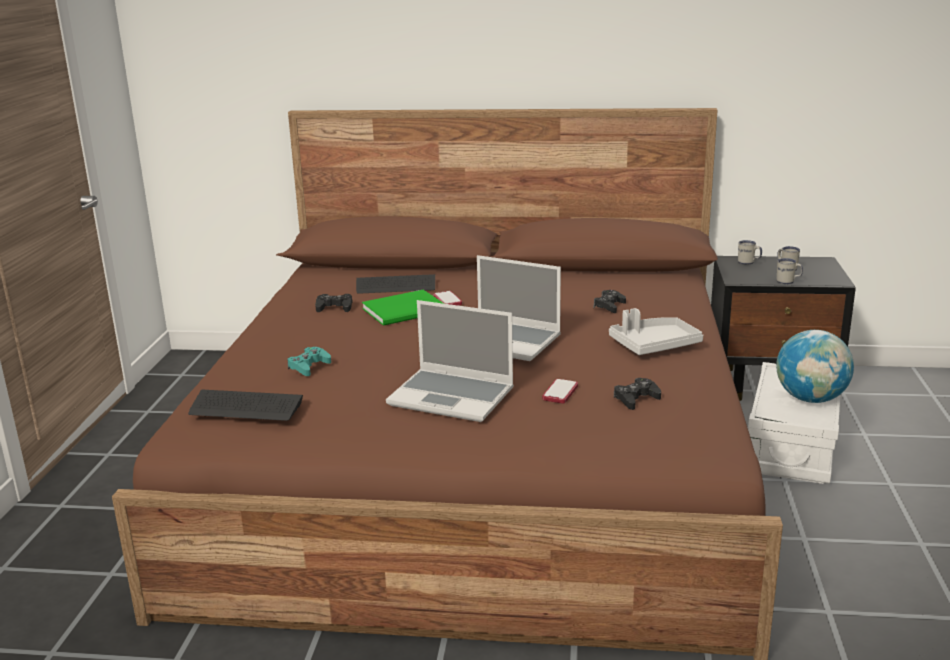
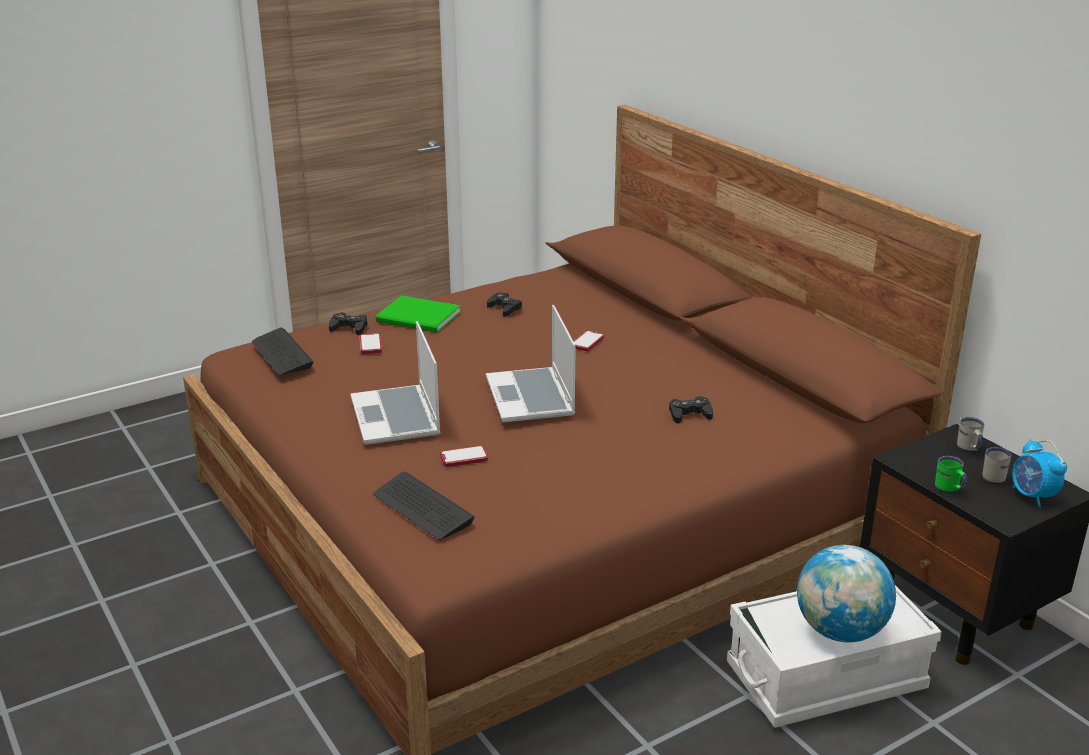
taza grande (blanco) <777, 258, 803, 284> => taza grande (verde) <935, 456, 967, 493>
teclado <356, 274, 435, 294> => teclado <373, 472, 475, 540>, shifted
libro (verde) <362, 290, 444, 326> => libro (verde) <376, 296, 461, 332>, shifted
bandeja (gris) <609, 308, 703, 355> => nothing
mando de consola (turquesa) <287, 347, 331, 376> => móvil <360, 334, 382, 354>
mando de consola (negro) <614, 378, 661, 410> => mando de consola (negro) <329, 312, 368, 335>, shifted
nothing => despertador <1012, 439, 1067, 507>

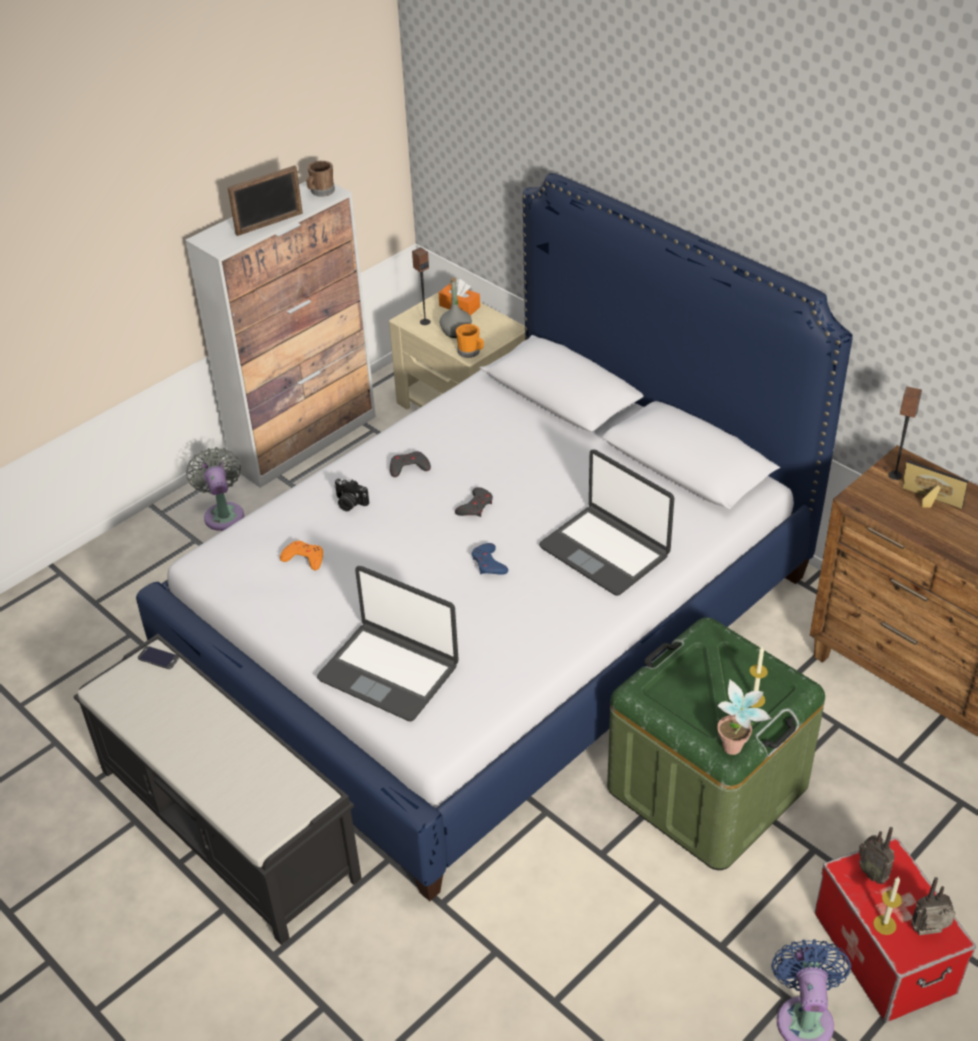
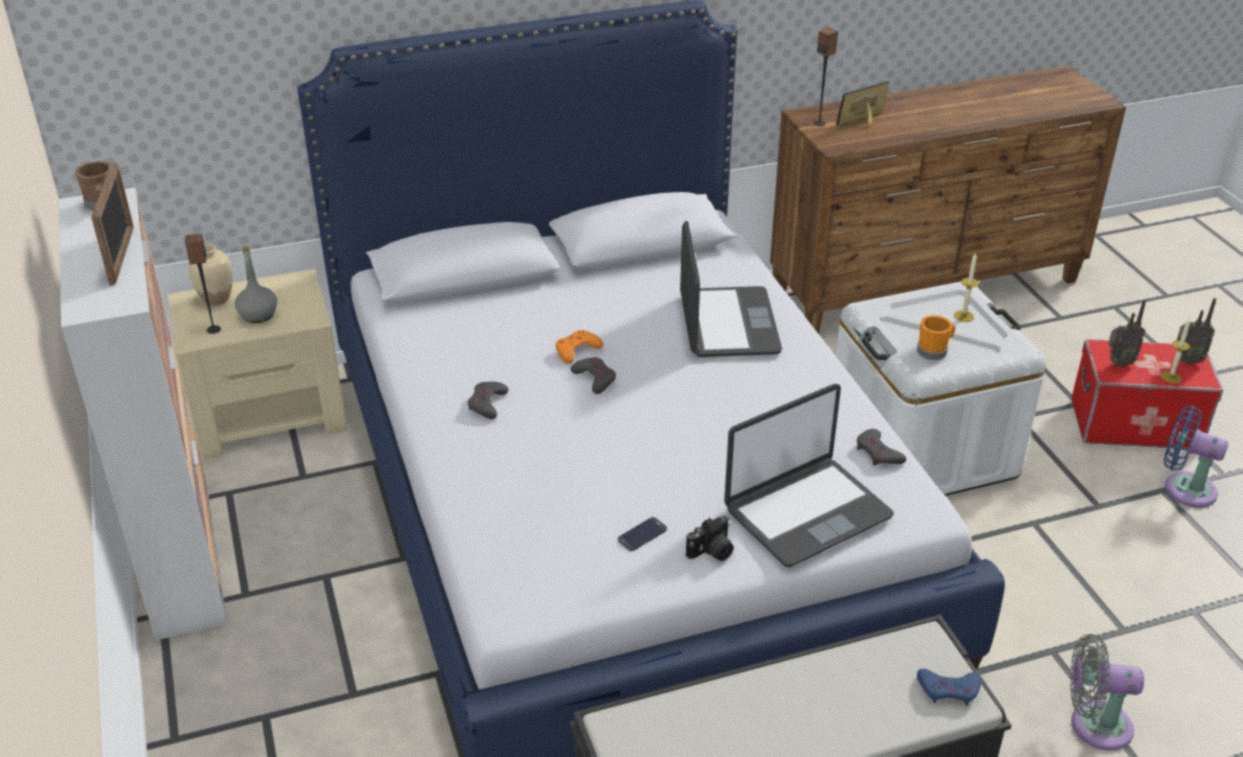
caja de pañuelos (naranja) <439, 279, 480, 316> => florero (beis) <188, 244, 233, 306>
taza grande (naranja) <456, 324, 484, 358> => taza grande (naranja) <917, 315, 956, 360>, shifted
ventilador (gris) <186, 447, 244, 531> => ventilador (gris) <1070, 634, 1144, 751>, shifted
portátil <539, 449, 674, 596> => portátil <680, 221, 782, 357>, 75 degrees counterclockwise
cámara <334, 479, 369, 511> => cámara <686, 516, 734, 561>, shifted
mando de consola (naranja) <280, 541, 323, 570> => mando de consola (naranja) <555, 330, 603, 364>, shifted
mando de consola (azul) <472, 543, 508, 575> => mando de consola (azul) <917, 669, 981, 706>, shifted
caja de almacenaje (verde) <607, 617, 825, 870> => caja de almacenaje (blanco) <836, 282, 1047, 496>
móvil <138, 646, 179, 669> => móvil <618, 517, 667, 551>, shifted
planta en maceta <717, 680, 772, 755> => nothing
radio <911, 877, 956, 935> => radio <1177, 298, 1216, 365>, 105 degrees counterclockwise
nothing => mando de consola (gris) <857, 429, 906, 465>

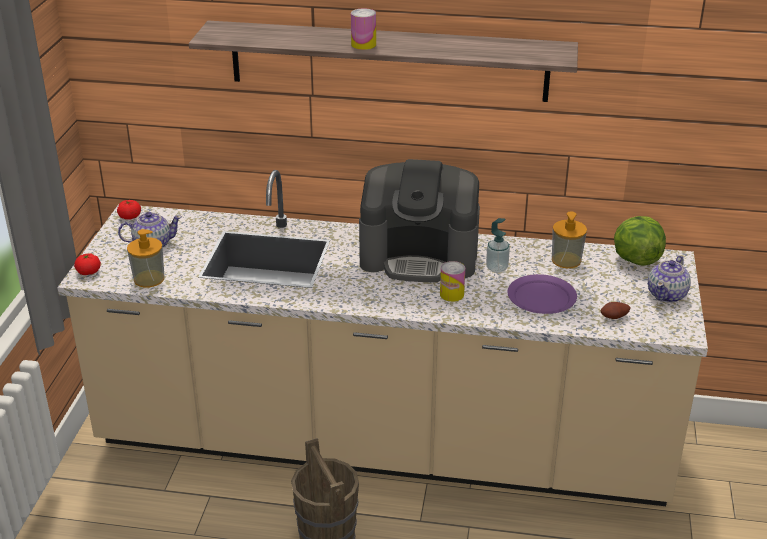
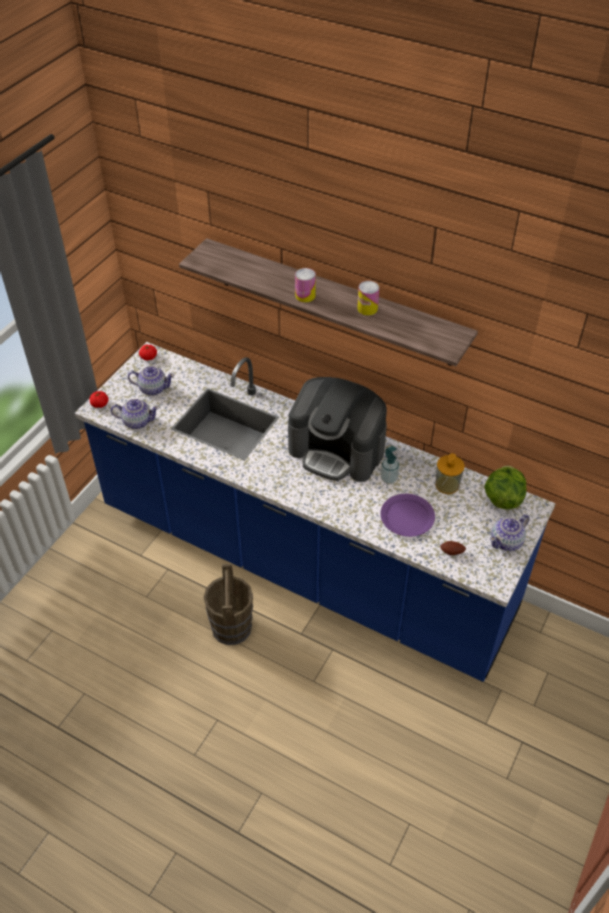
mueble bajo de cocina (beis) <57, 170, 708, 506> => mueble bajo de cocina (azul) <74, 342, 556, 682>
dispensador de jabón <127, 229, 164, 288> => tetera <111, 399, 159, 429>
lata <440, 261, 465, 302> => lata <357, 281, 379, 316>, shifted

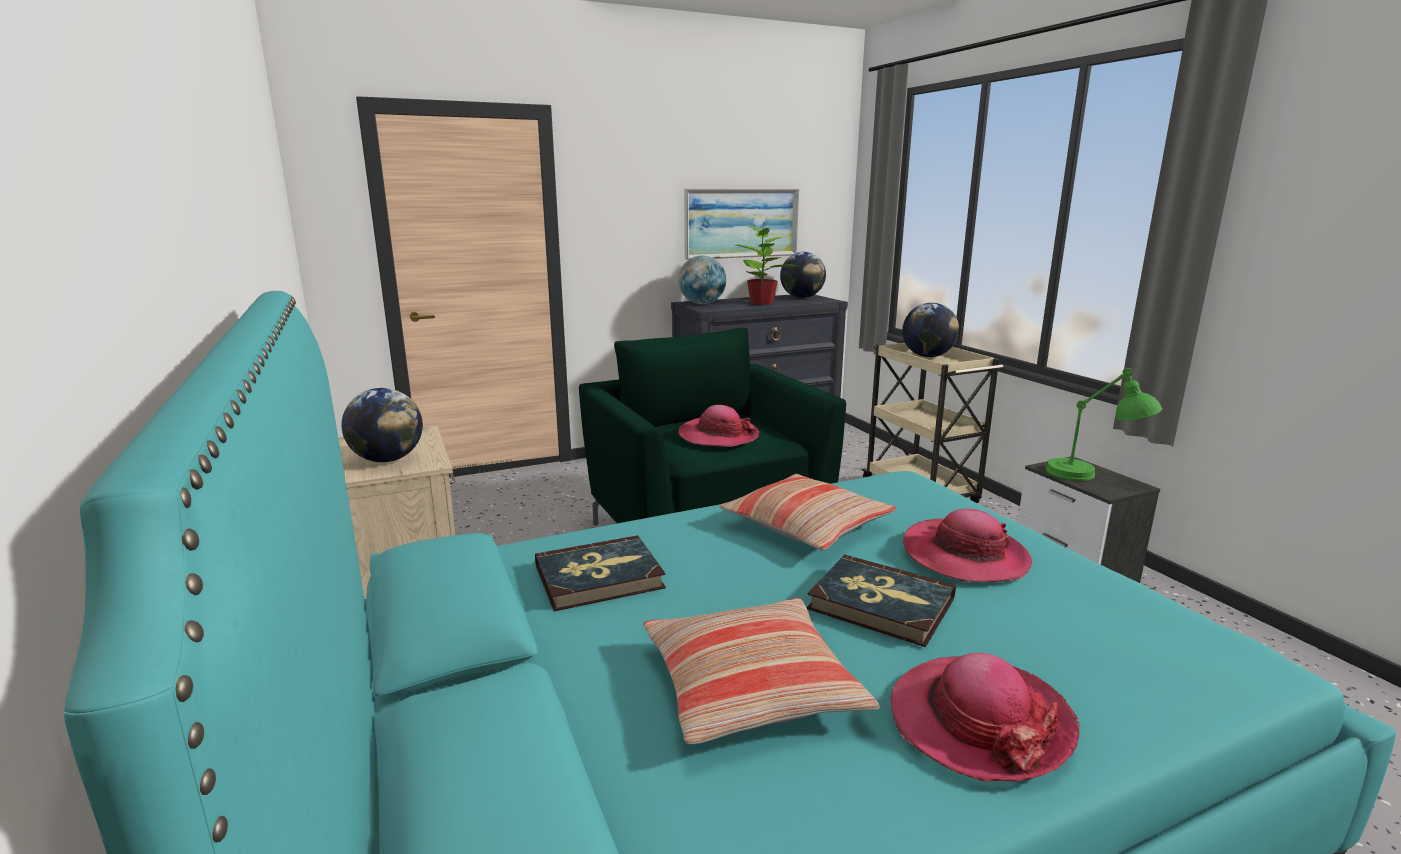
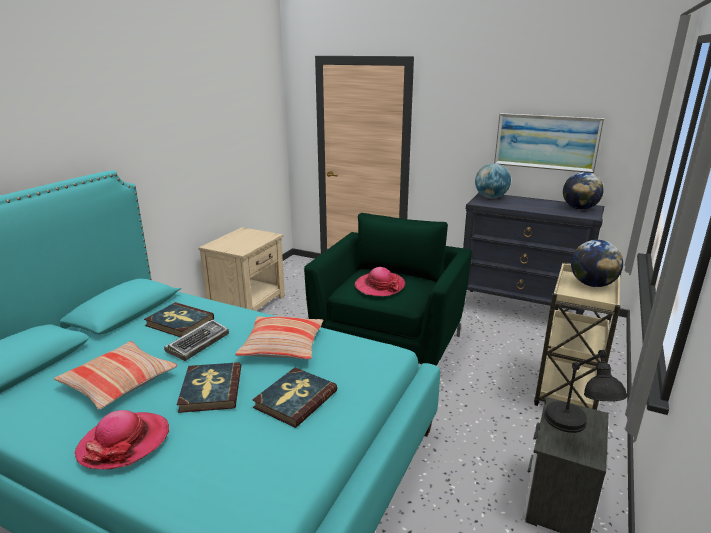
planta en maceta <736, 223, 799, 305> => nothing
lámpara de mesa (verde) <1046, 368, 1162, 481> => lámpara de mesa (negro) <544, 350, 628, 433>
globo terráqueo <342, 388, 423, 462> => nothing
sombrero <903, 509, 1032, 582> => libro <252, 368, 337, 428>
nothing => teclado <164, 320, 229, 361>

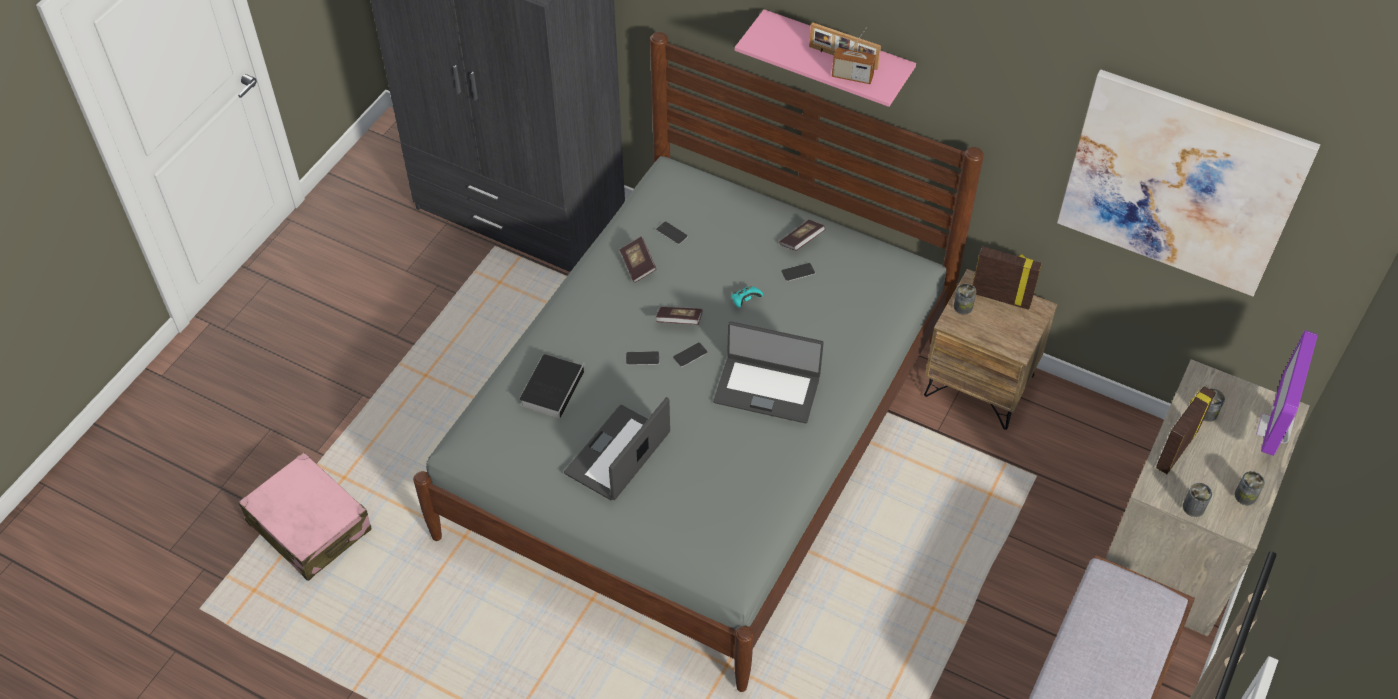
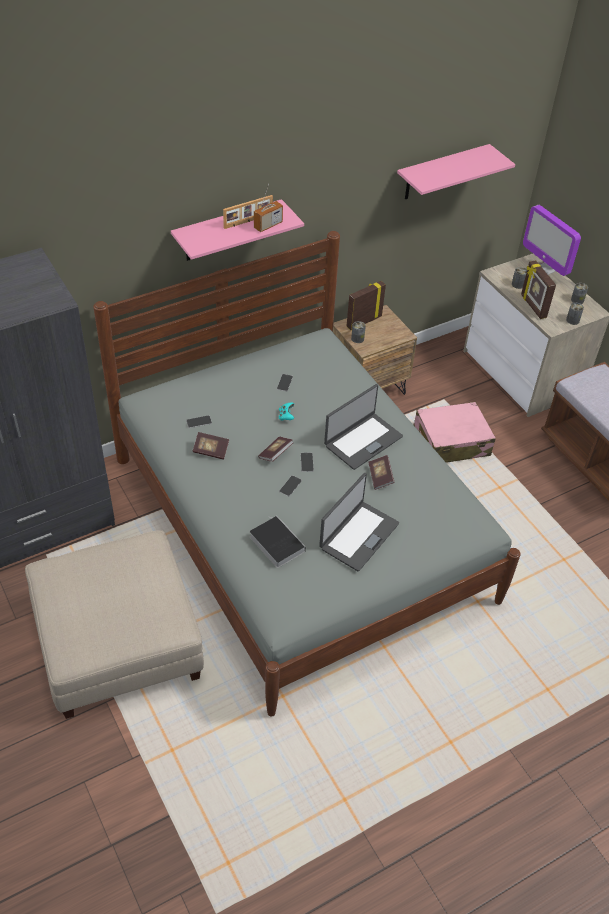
cuadro <1057, 69, 1320, 296> => estante (rosa) <397, 144, 515, 199>
libro <779, 220, 826, 251> => libro <368, 455, 394, 490>, shifted
portátil <564, 397, 670, 501> => portátil <319, 473, 399, 572>, 120 degrees counterclockwise
maleta (rosa) <239, 452, 372, 581> => maleta (rosa) <414, 402, 496, 463>, shifted
nothing => puf (beis) <25, 530, 204, 719>

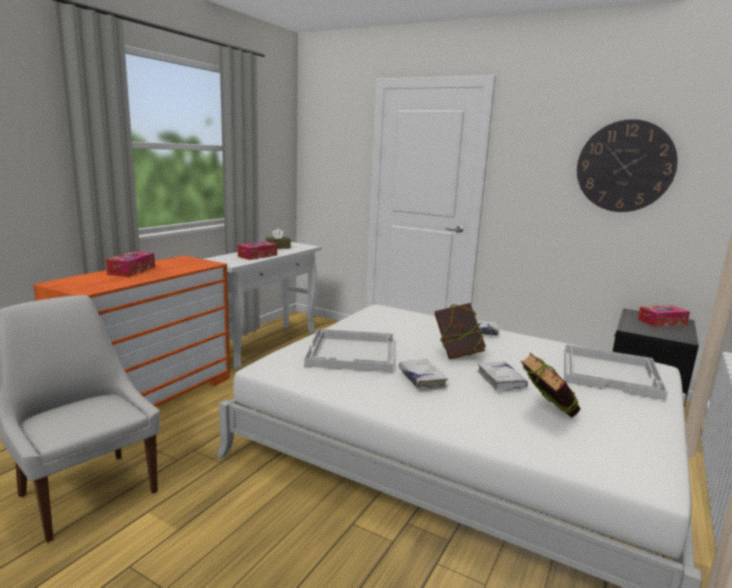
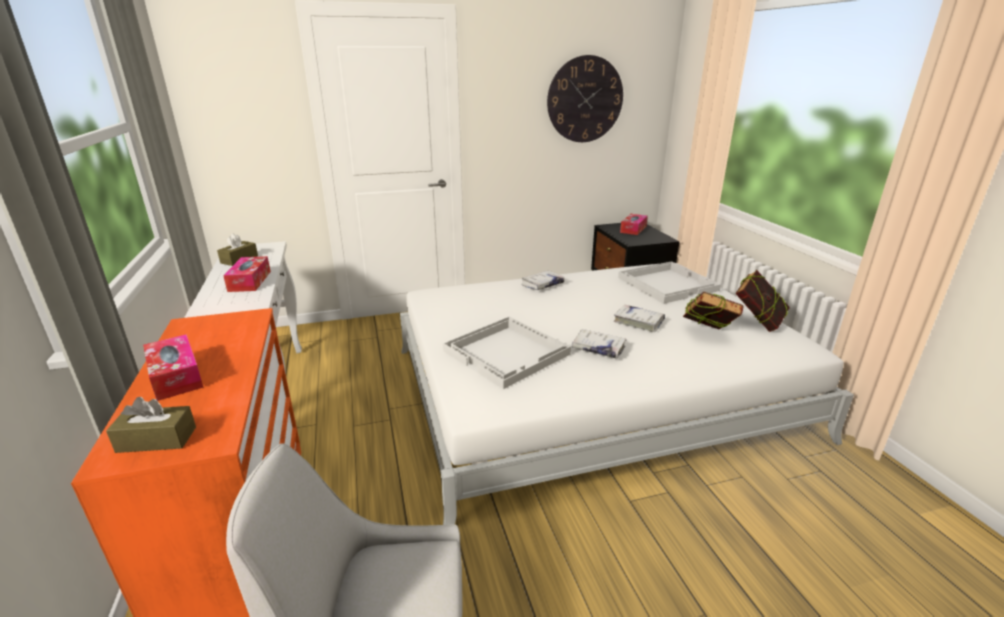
libro <435, 303, 486, 359> => libro <735, 270, 790, 332>, shifted
nothing => caja de pañuelos (marrón) <106, 397, 196, 453>

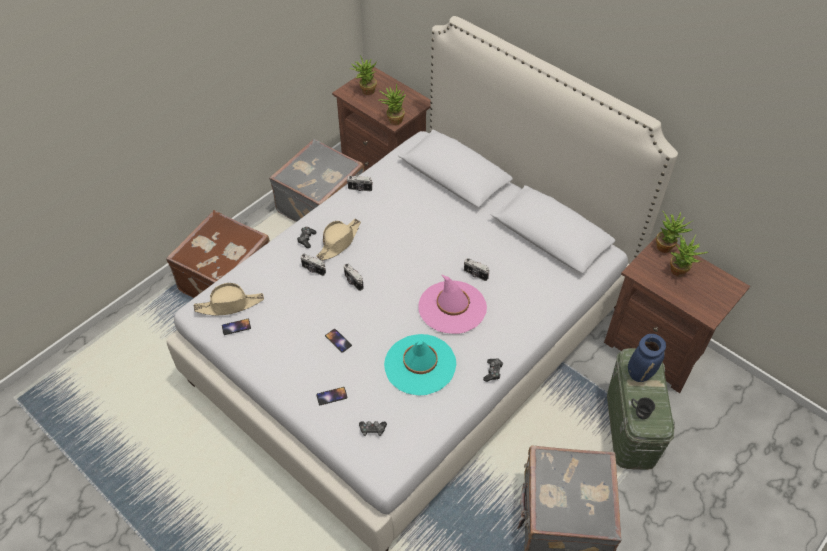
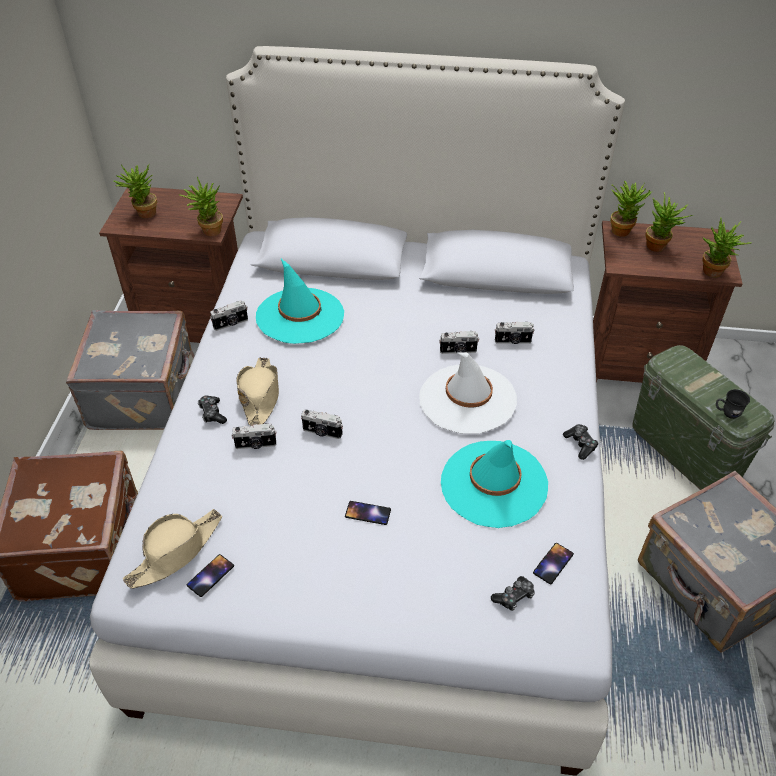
sombrero (rosa) <419, 274, 487, 334> => sombrero (blanco) <419, 352, 517, 434>
florero (azul) <628, 334, 666, 382> => nothing
móvil <316, 387, 348, 405> => móvil <533, 543, 574, 584>, shifted
nothing => planta en maceta <702, 217, 751, 277>
nothing => sombrero (turquesa) <256, 259, 344, 344>
nothing => cámara <495, 322, 535, 344>

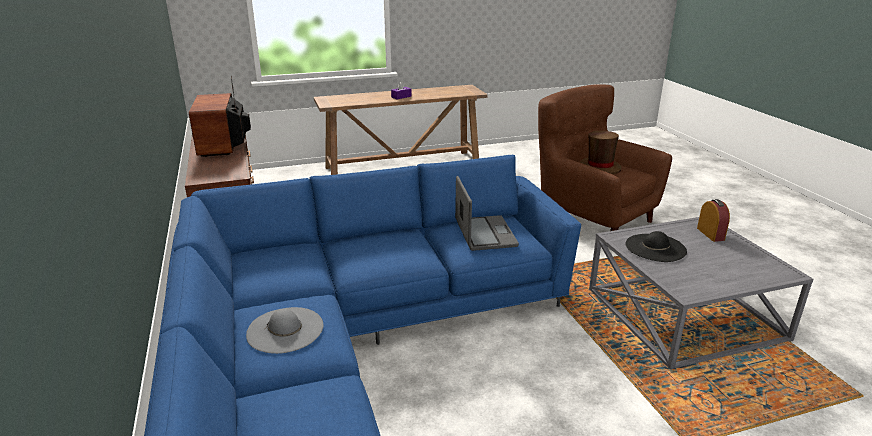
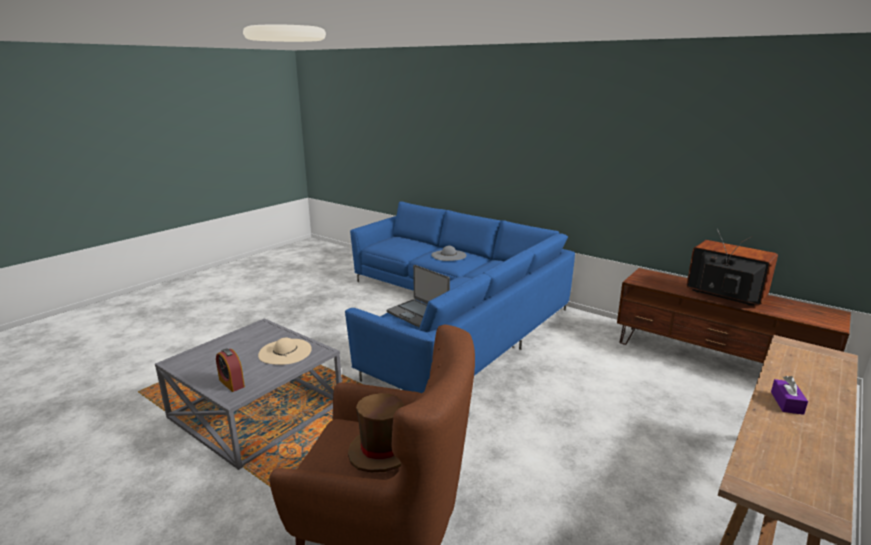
sombrero (negro) <625, 231, 687, 262> => sombrero (beis) <258, 338, 312, 365>

